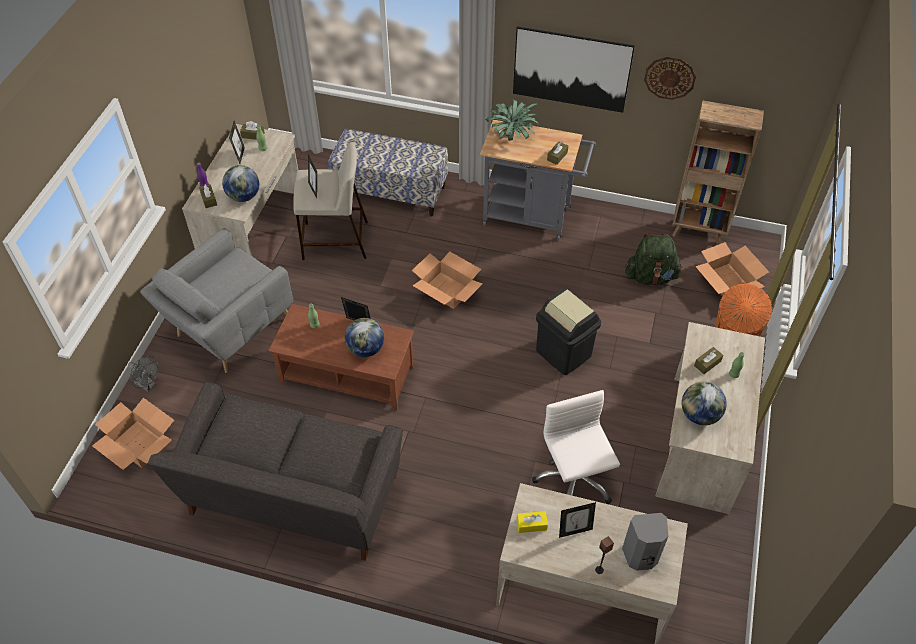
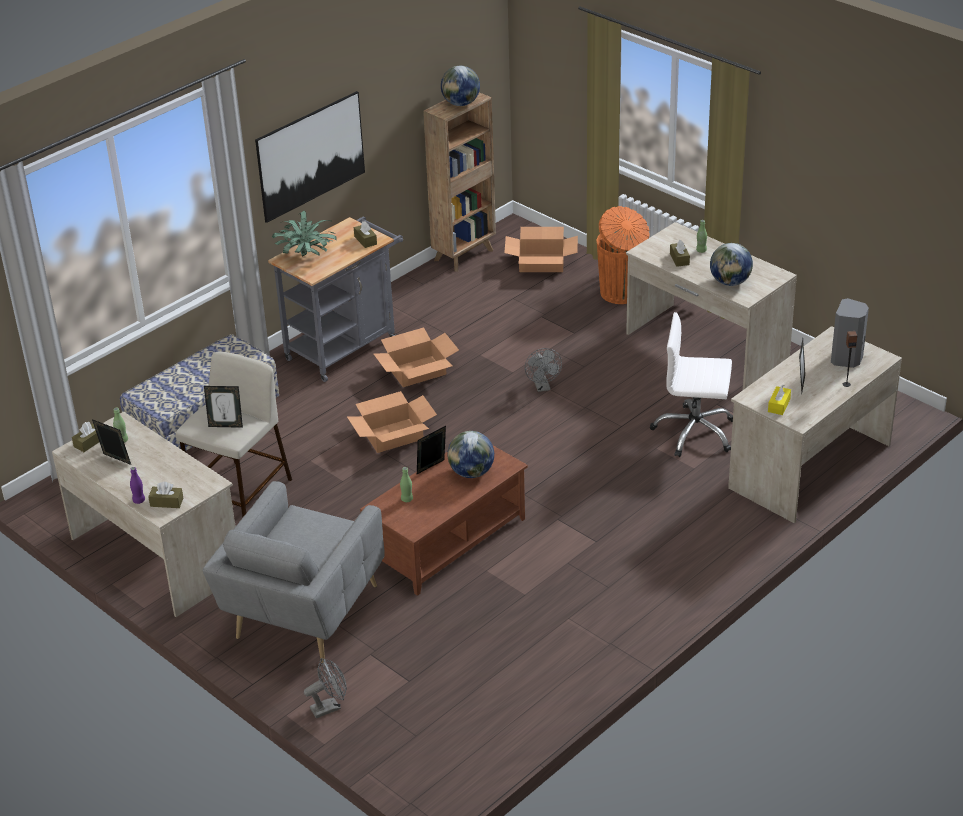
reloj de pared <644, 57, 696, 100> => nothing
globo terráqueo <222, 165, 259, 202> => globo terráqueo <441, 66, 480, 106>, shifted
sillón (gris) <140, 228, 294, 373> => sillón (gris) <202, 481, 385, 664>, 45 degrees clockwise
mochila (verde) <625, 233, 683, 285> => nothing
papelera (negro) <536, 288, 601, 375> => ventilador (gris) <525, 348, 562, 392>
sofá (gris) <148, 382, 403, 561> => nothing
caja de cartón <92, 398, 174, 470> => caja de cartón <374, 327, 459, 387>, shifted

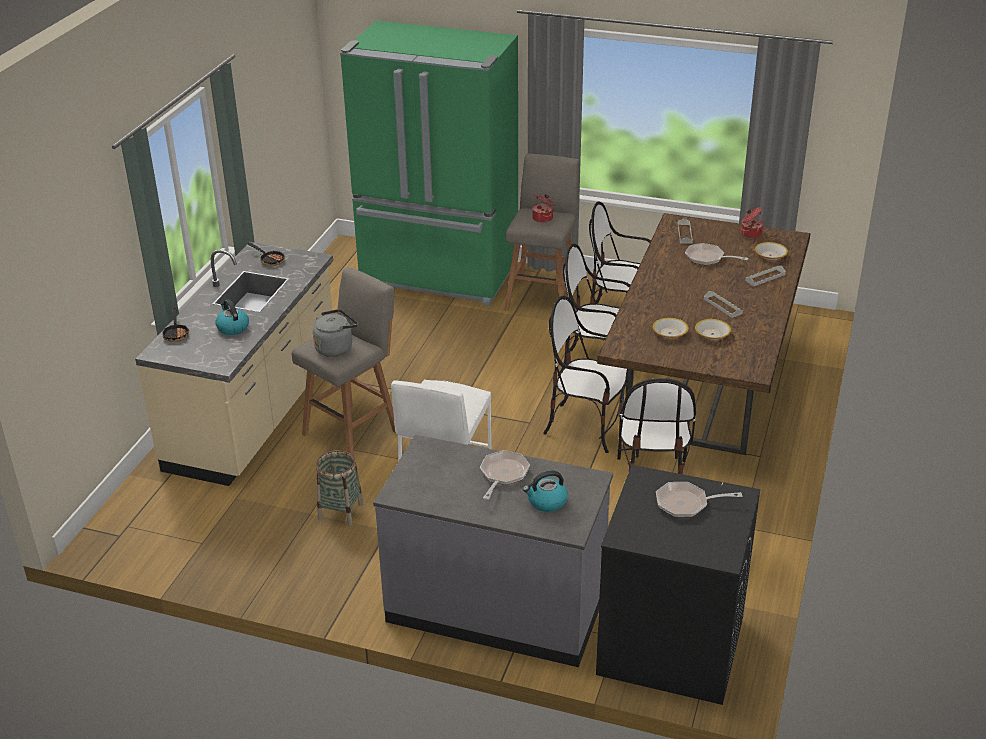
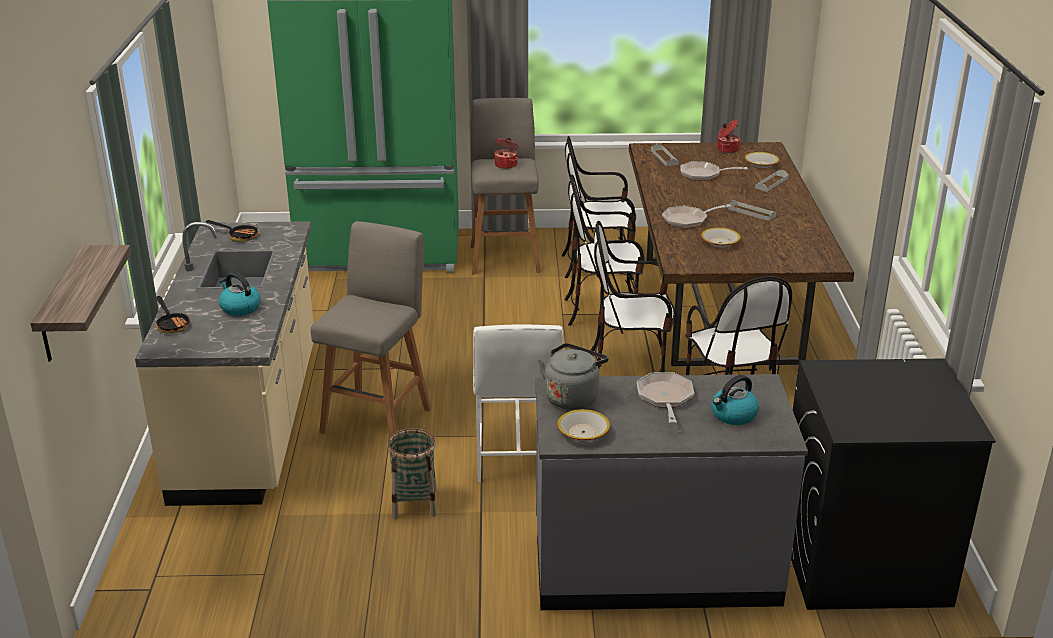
hervidor (gris) <313, 309, 358, 357> => hervidor (gris) <538, 343, 608, 410>, shifted
cuenco <695, 319, 731, 340> => cuenco <557, 409, 610, 442>, shifted
sartén <656, 482, 742, 517> => sartén <662, 204, 731, 229>, shifted
nothing => estante <30, 245, 131, 361>

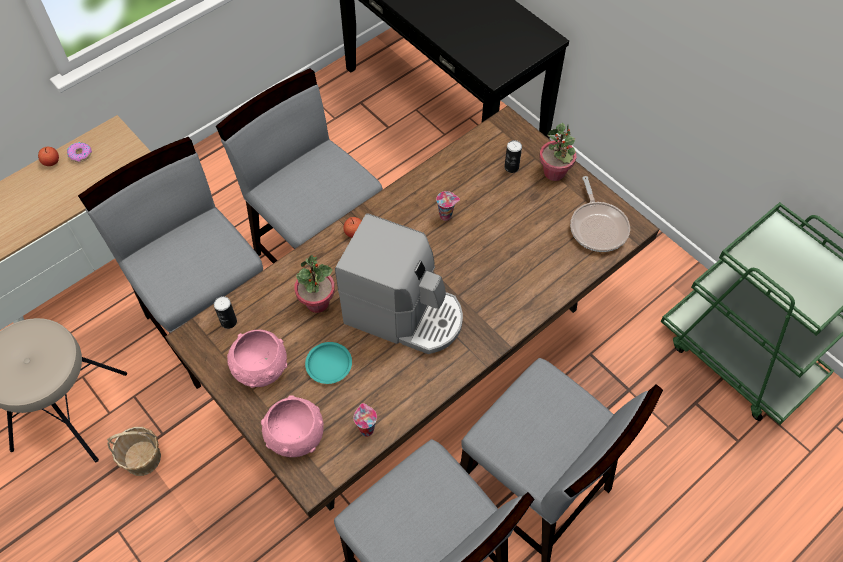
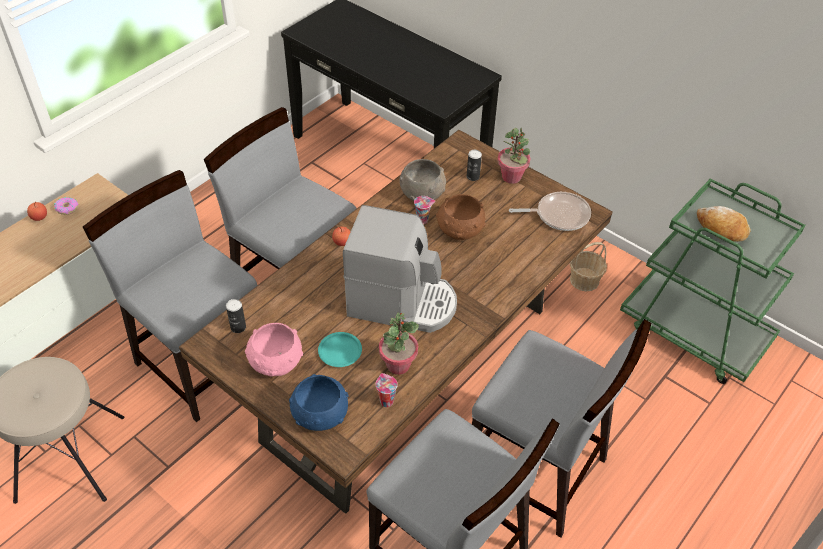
sartén <570, 176, 630, 252> => sartén <509, 192, 591, 231>, 75 degrees counterclockwise
planta en maceta <294, 255, 335, 313> => planta en maceta <379, 312, 419, 375>, shifted
cuenco (rosa) <261, 395, 324, 457> => cuenco (azul) <289, 374, 349, 431>
cesta <107, 427, 161, 476> => cesta <570, 242, 607, 291>, shifted
nothing => cuenco (gris) <399, 159, 446, 201>
nothing => cuenco (marrón) <436, 194, 486, 240>
nothing => pan <697, 206, 751, 242>

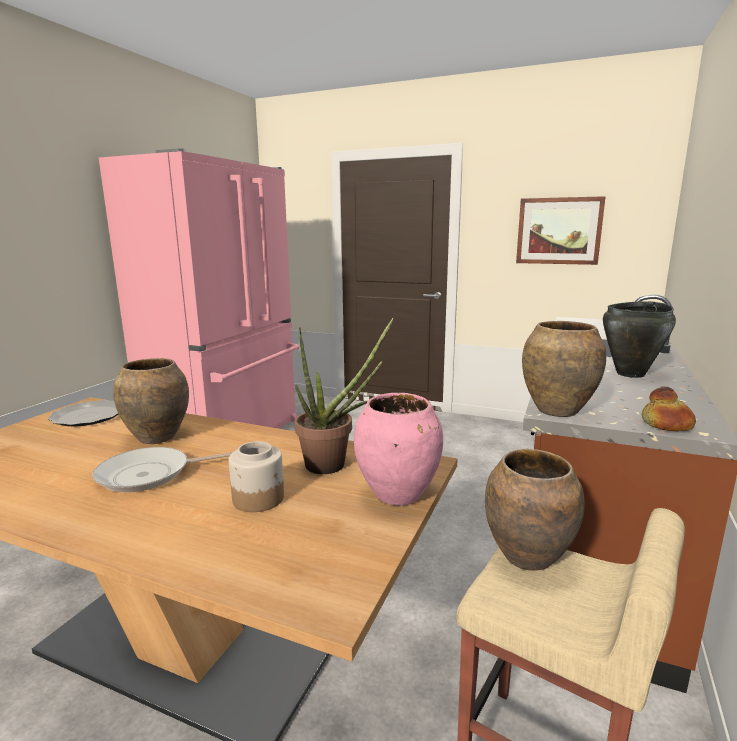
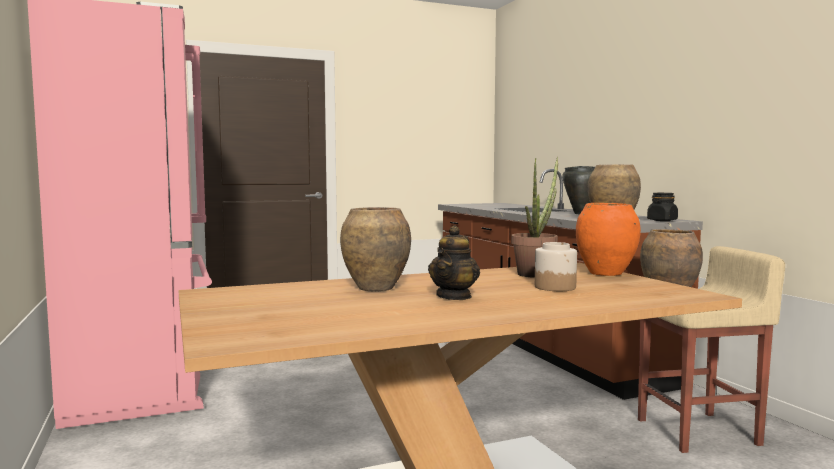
cuadro <516, 196, 606, 265> => nothing
pan <642, 387, 696, 431> => tarro (negro) <647, 193, 678, 221>
florero (rosa) <354, 393, 443, 506> => florero (naranja) <576, 203, 641, 276>
plato <48, 400, 118, 426> => nothing
sartén <93, 447, 233, 492> => tetera <428, 225, 480, 300>

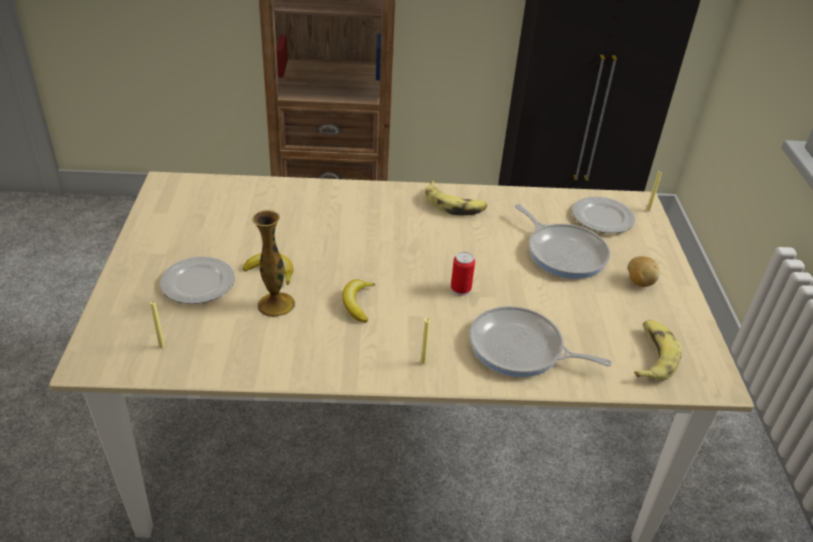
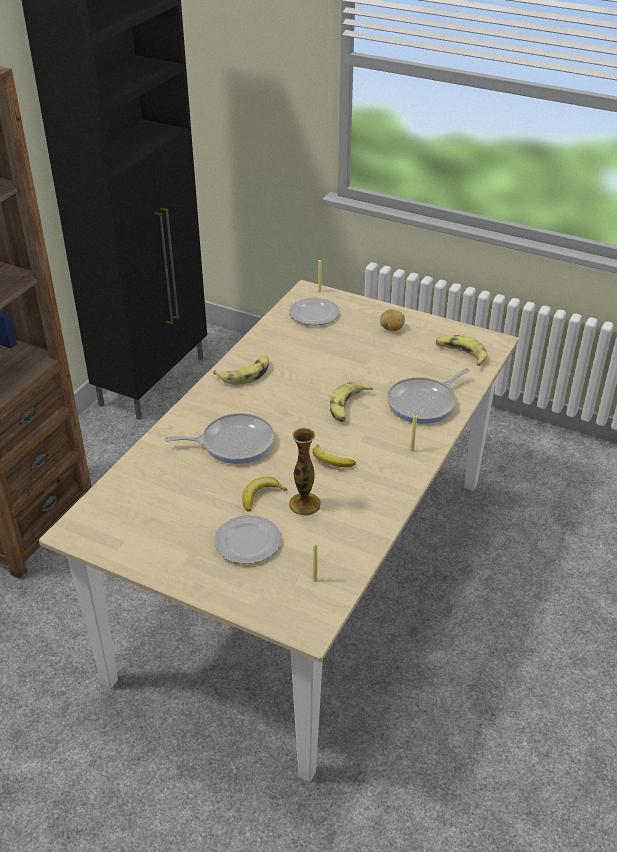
sartén <515, 204, 610, 279> => sartén <164, 413, 275, 464>, shifted
lata <451, 252, 475, 296> => plátano <330, 382, 373, 422>

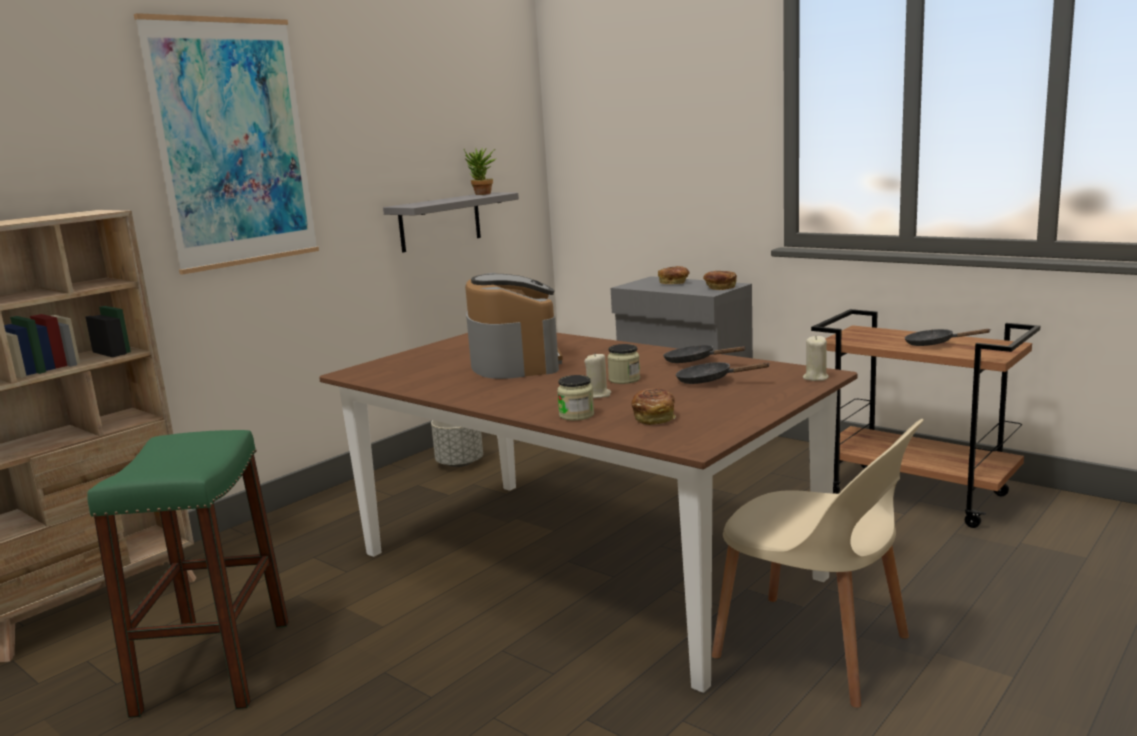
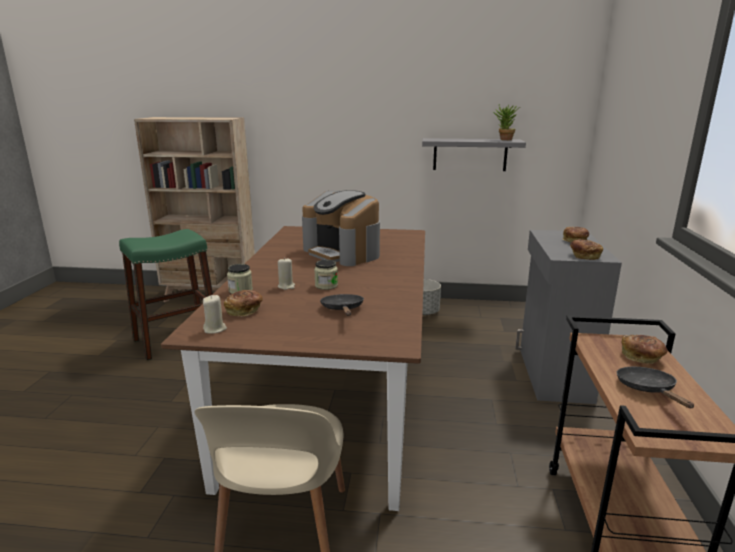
cuadro <134, 13, 319, 274> => nothing
cafetera <465, 273, 563, 379> => cafetera <302, 190, 380, 266>, 90 degrees clockwise
vela (beis) <803, 335, 829, 381> => vela (beis) <203, 295, 227, 334>, shifted
sartén (negro) <663, 345, 746, 363> => nothing
nothing => pan <622, 335, 668, 364>

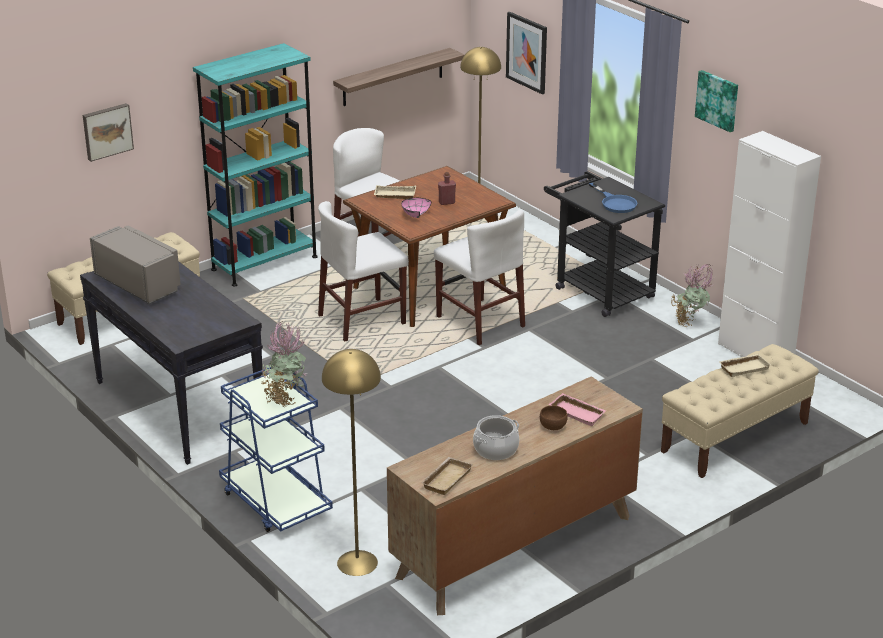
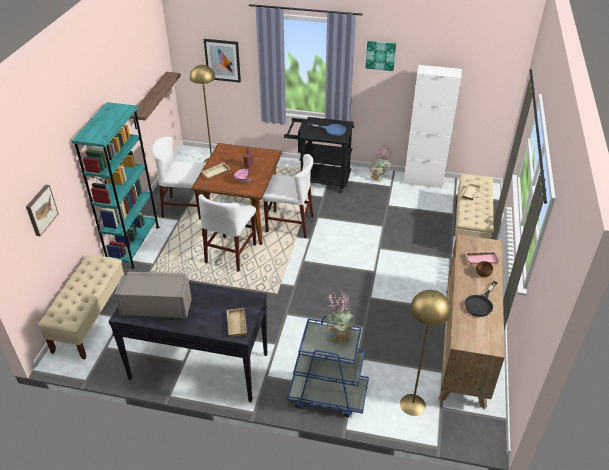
olla <473, 415, 519, 460> => sartén (negro) <464, 281, 498, 317>
bandeja (beis) <421, 457, 473, 495> => bandeja (beis) <227, 308, 247, 337>, shifted

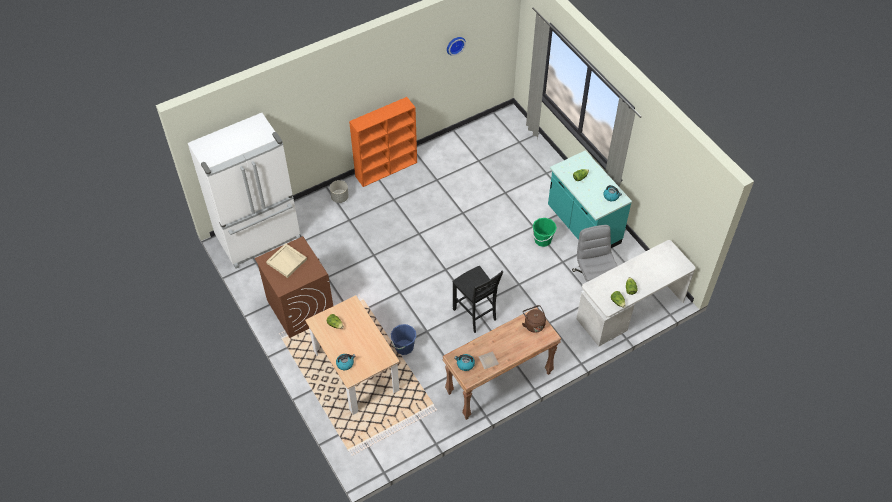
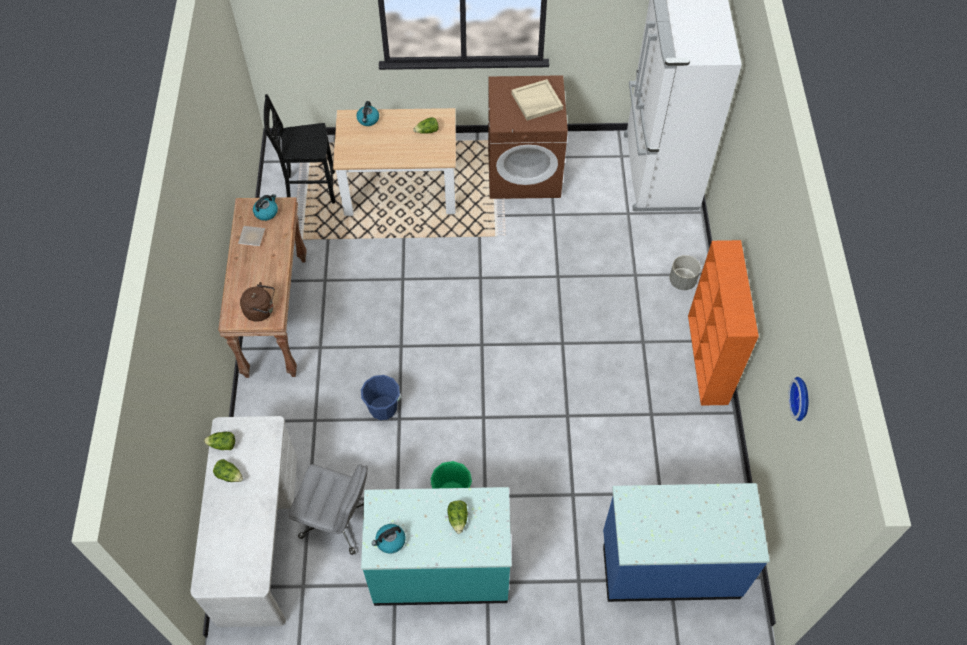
silla (negro) <453, 266, 504, 333> => silla (negro) <264, 94, 335, 204>, shifted
cubo (azul) <391, 324, 417, 355> => cubo (azul) <361, 375, 401, 420>, shifted
nothing => mueble bajo de cocina (azul) <603, 483, 770, 602>

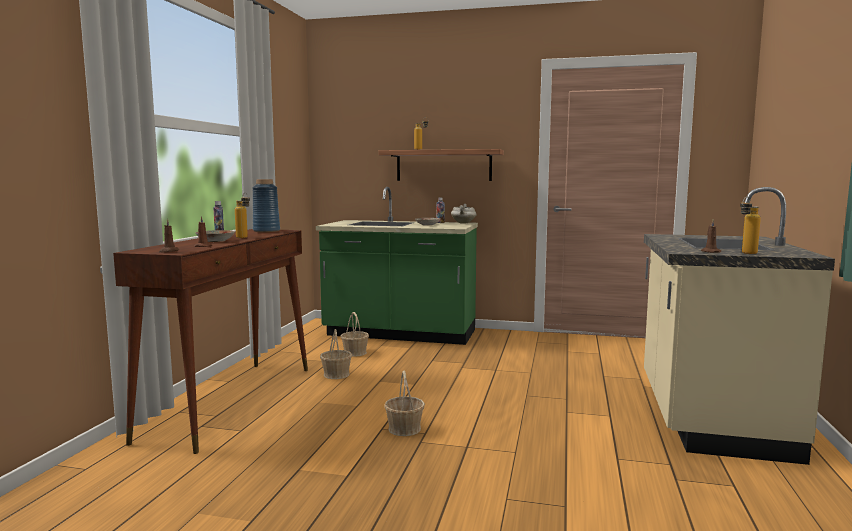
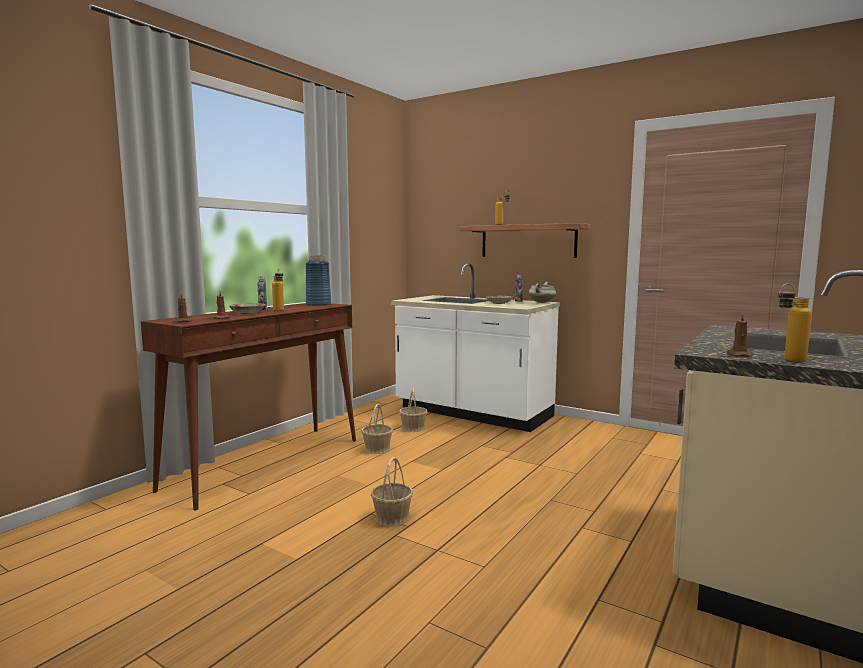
mueble bajo de cocina (verde) <316, 187, 478, 345> => mueble bajo de cocina (blanco) <391, 263, 560, 432>

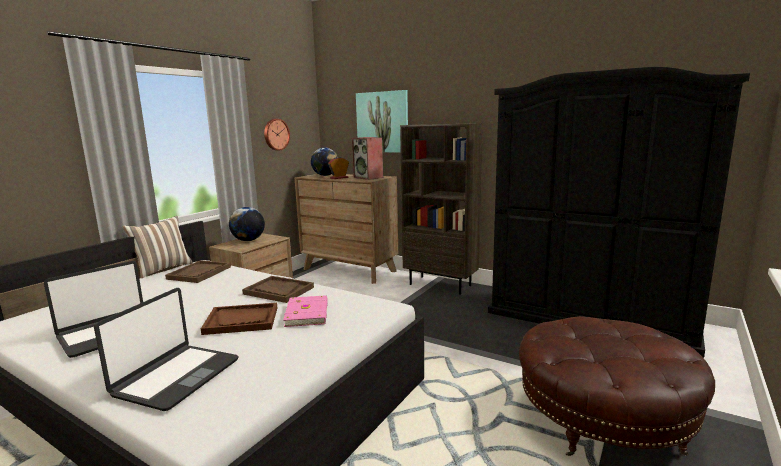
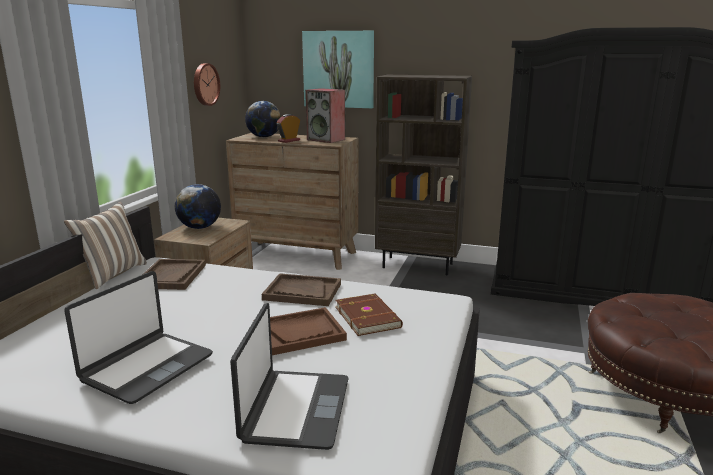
libro (rosa) <283, 295, 328, 327> => libro (marrón) <335, 294, 403, 336>

